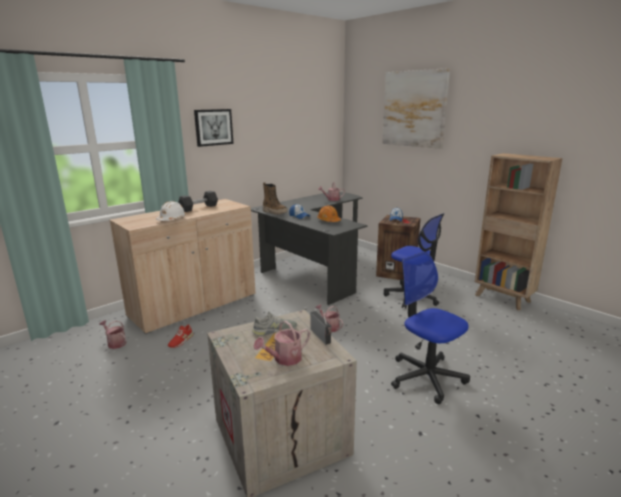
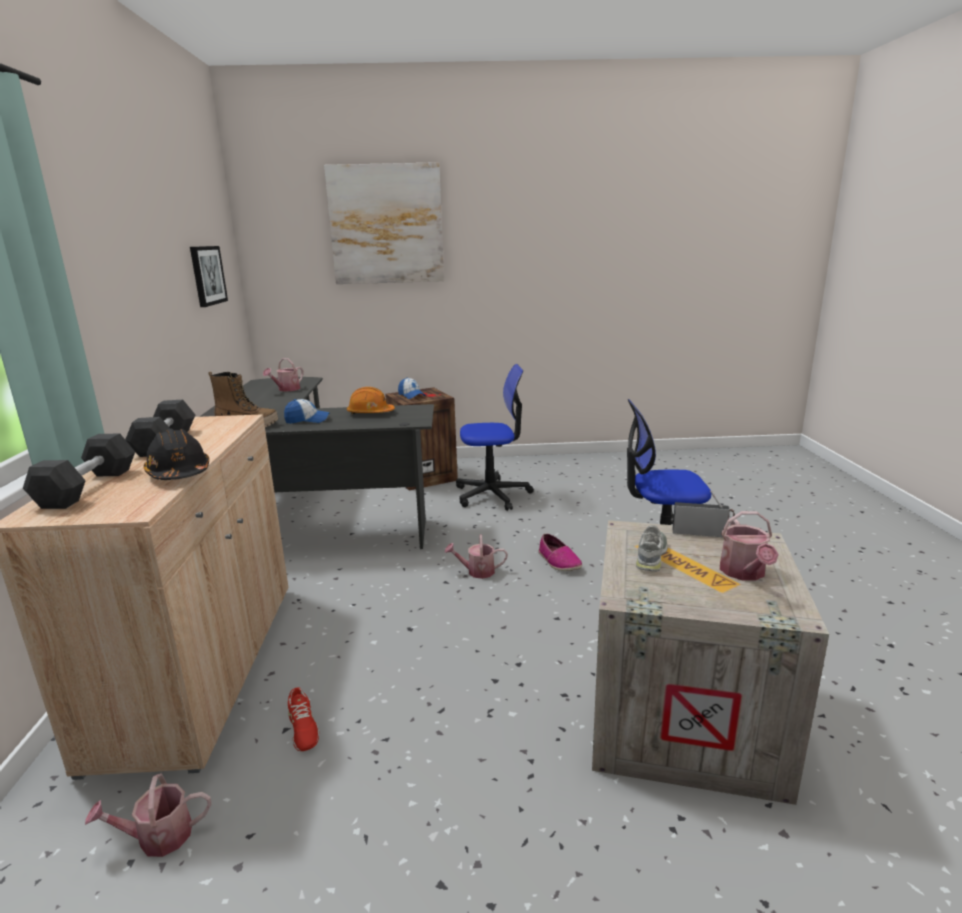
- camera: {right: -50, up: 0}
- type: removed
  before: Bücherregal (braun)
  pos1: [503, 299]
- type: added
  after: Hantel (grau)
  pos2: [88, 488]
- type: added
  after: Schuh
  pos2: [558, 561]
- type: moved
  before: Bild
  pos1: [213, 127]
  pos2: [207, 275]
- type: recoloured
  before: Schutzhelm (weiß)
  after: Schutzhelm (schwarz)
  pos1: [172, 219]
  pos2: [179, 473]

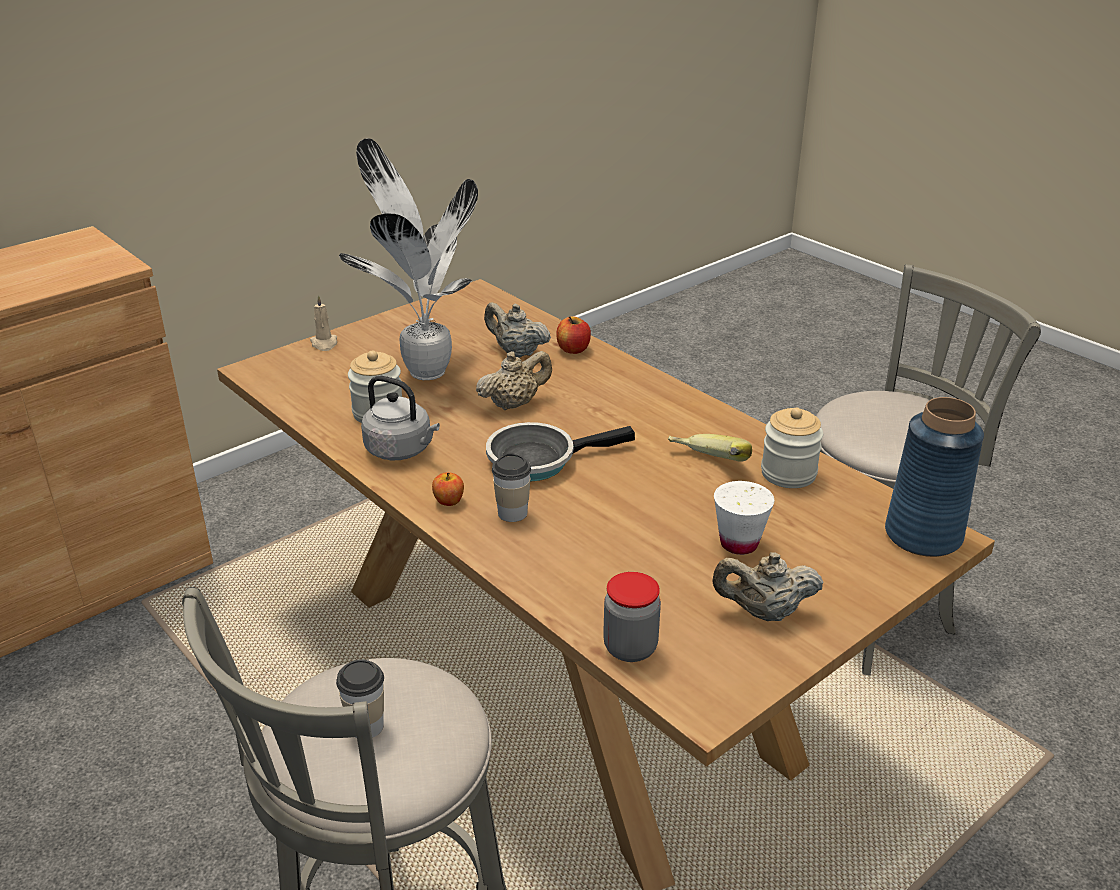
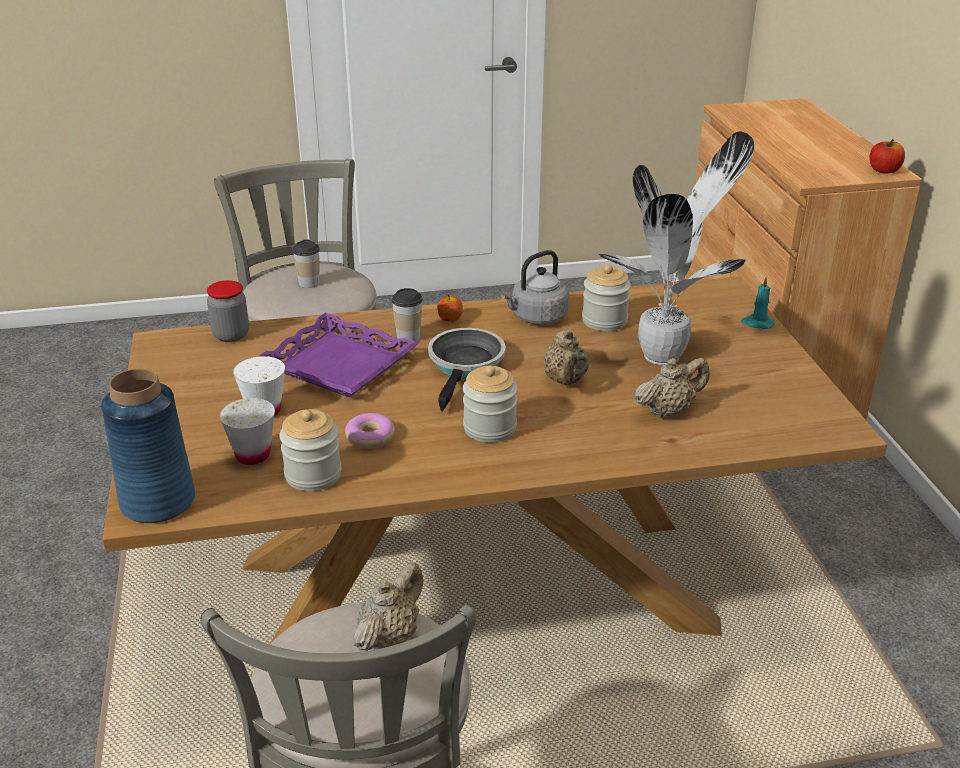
- camera: {right: 120, up: 0}
- type: added
  after: Tasse (weiß)
  pos2: [253, 455]
- type: added
  after: Tablett (lila)
  pos2: [339, 364]
- type: added
  after: Vorratsglas
  pos2: [489, 428]
- type: moved
  before: Apfel
  pos1: [573, 349]
  pos2: [884, 170]
- type: moved
  before: Teekanne (beige)
  pos1: [764, 612]
  pos2: [390, 637]
- type: replaced
  before: Banane
  after: Donut
  pos1: [706, 467]
  pos2: [370, 437]
- type: recoloured
  before: Kerze (beige)
  after: Kerze (türkis)
  pos1: [324, 344]
  pos2: [757, 323]

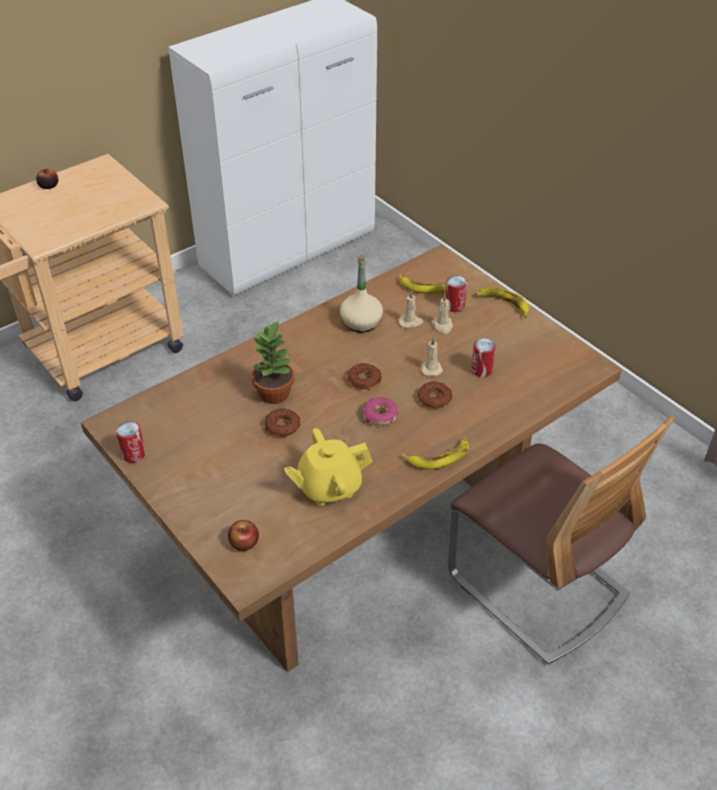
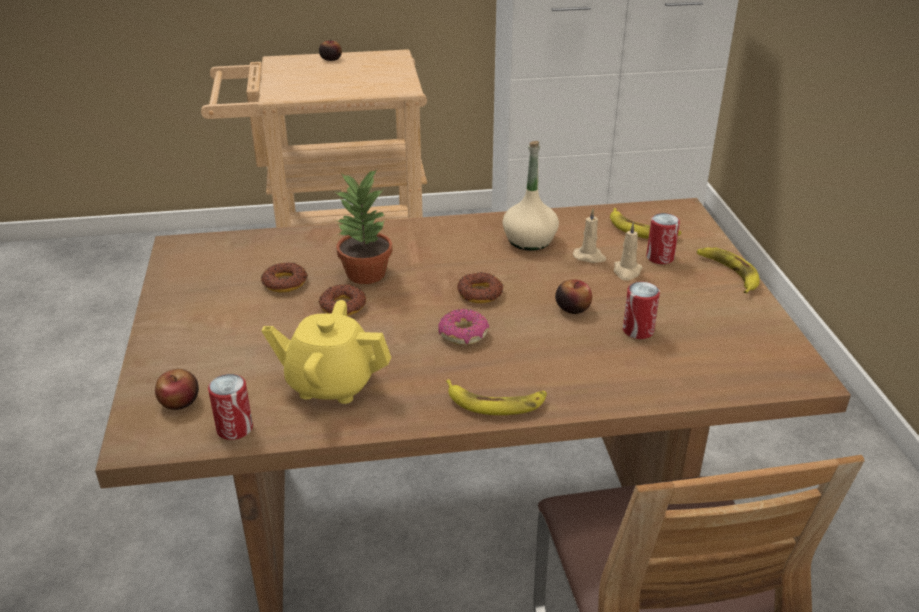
- camera: {right: 30, up: -10}
- type: moved
  before: Dose
  pos1: [133, 454]
  pos2: [234, 428]
- type: moved
  before: Donut
  pos1: [434, 398]
  pos2: [285, 282]
- type: replaced
  before: Kerze (beige)
  after: Apfel
  pos1: [431, 368]
  pos2: [572, 308]

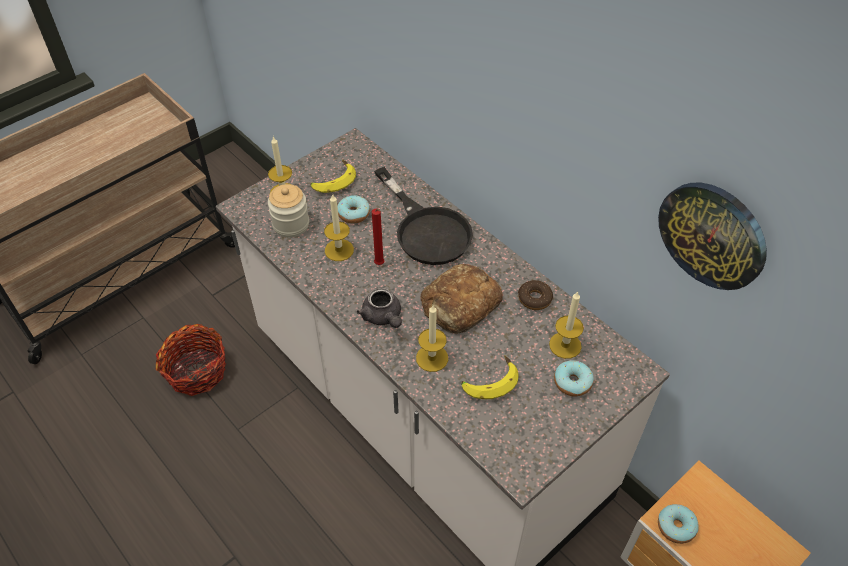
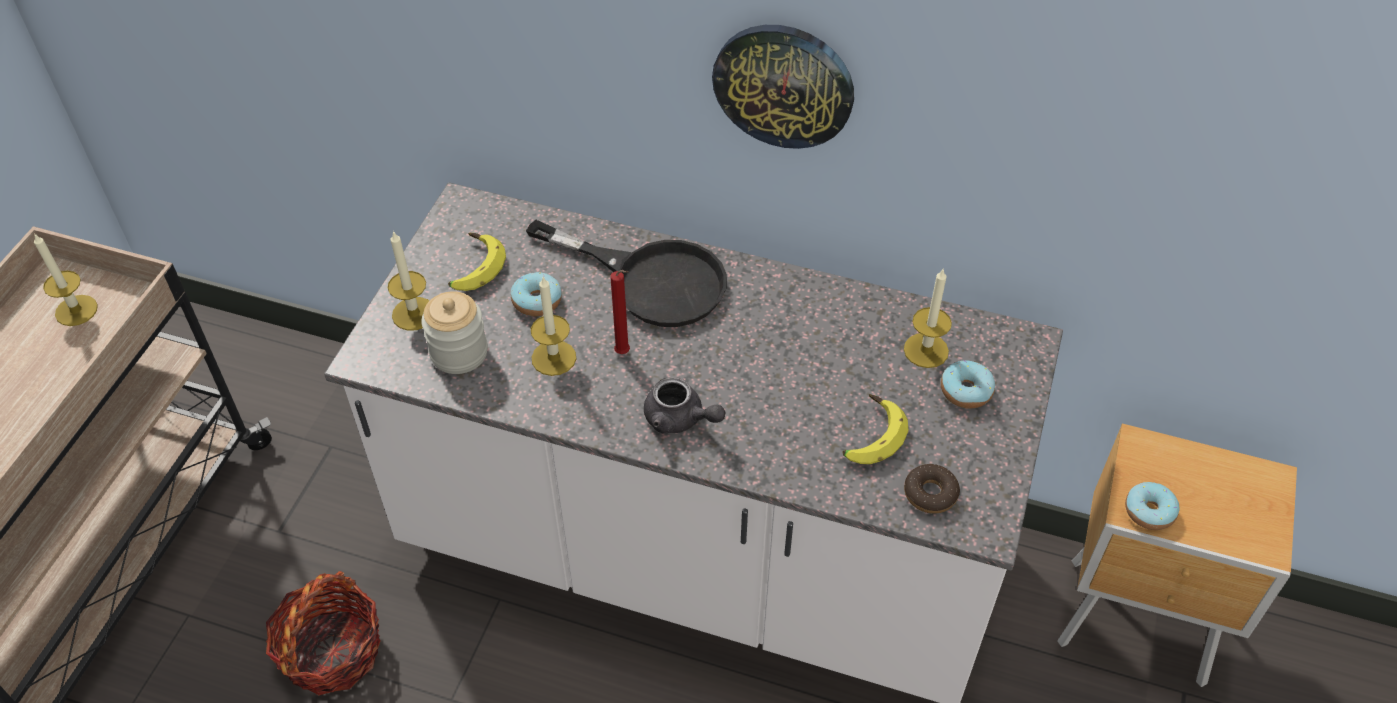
- camera: {right: -30, up: 0}
- type: removed
  before: Brot
  pos1: [460, 304]
- type: moved
  before: Kerze
  pos1: [432, 358]
  pos2: [76, 310]
- type: moved
  before: Donut
  pos1: [534, 298]
  pos2: [930, 493]
- type: moved
  before: Wanduhr
  pos1: [712, 235]
  pos2: [784, 85]

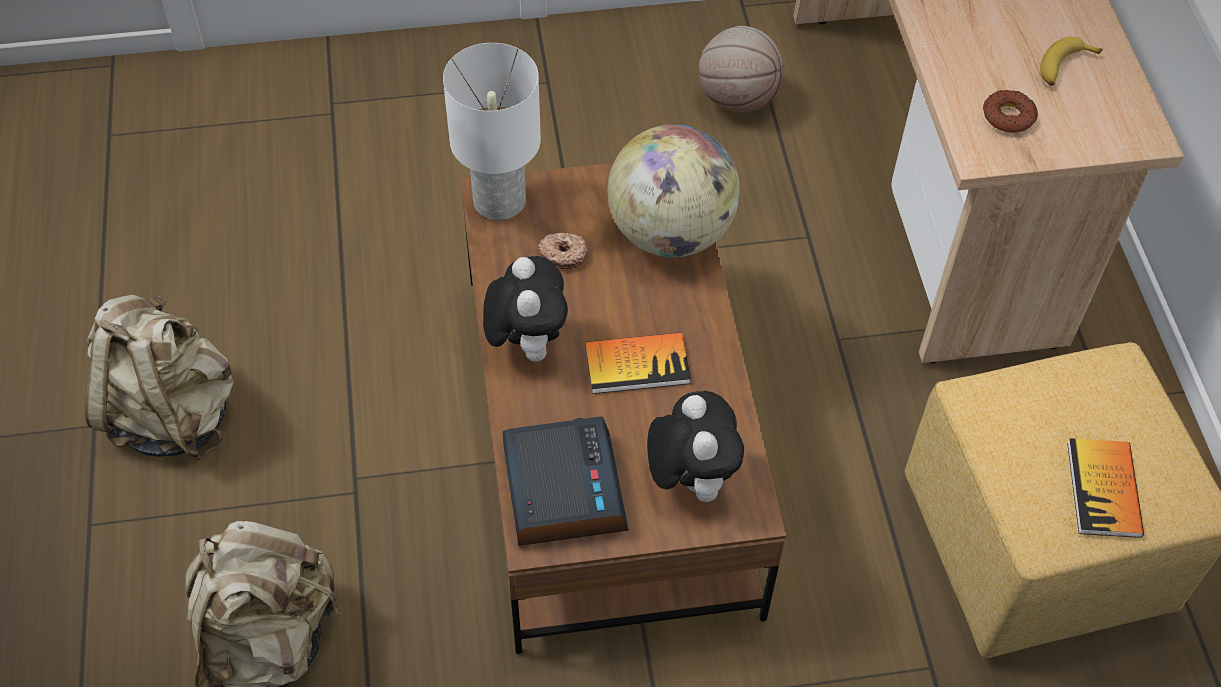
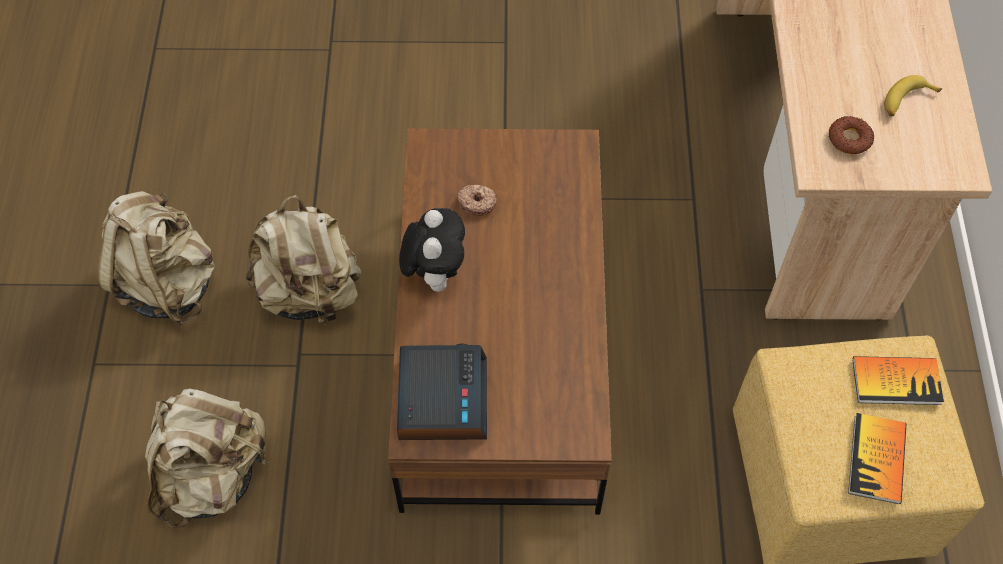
- camera: {right: 10, up: 5}
- type: removed
  before: Tischlampe (weiß)
  pos1: [499, 202]
- type: removed
  before: Globus
  pos1: [671, 233]
- type: removed
  before: Plüschtier
  pos1: [690, 479]
- type: removed
  before: Basketball
  pos1: [737, 99]
- type: added
  after: Rucksack (beige)
  pos2: [310, 292]
- type: moved
  before: Buch
  pos1: [637, 364]
  pos2: [896, 381]

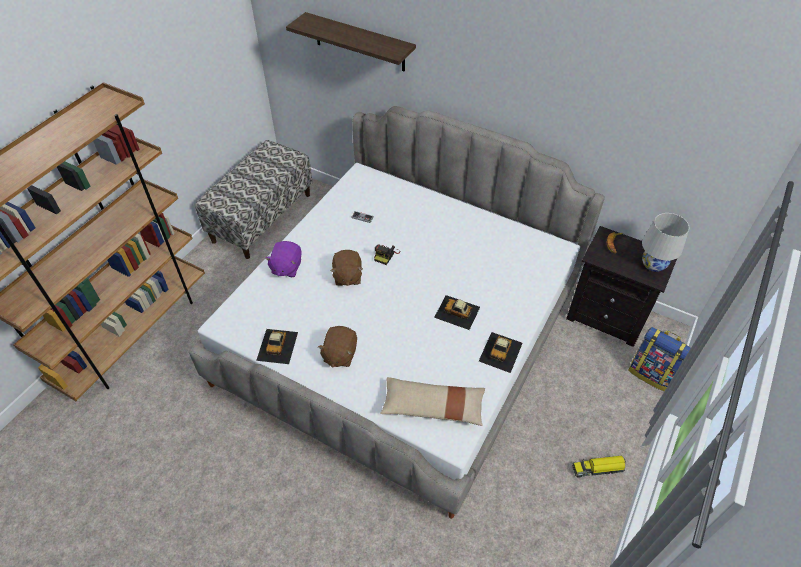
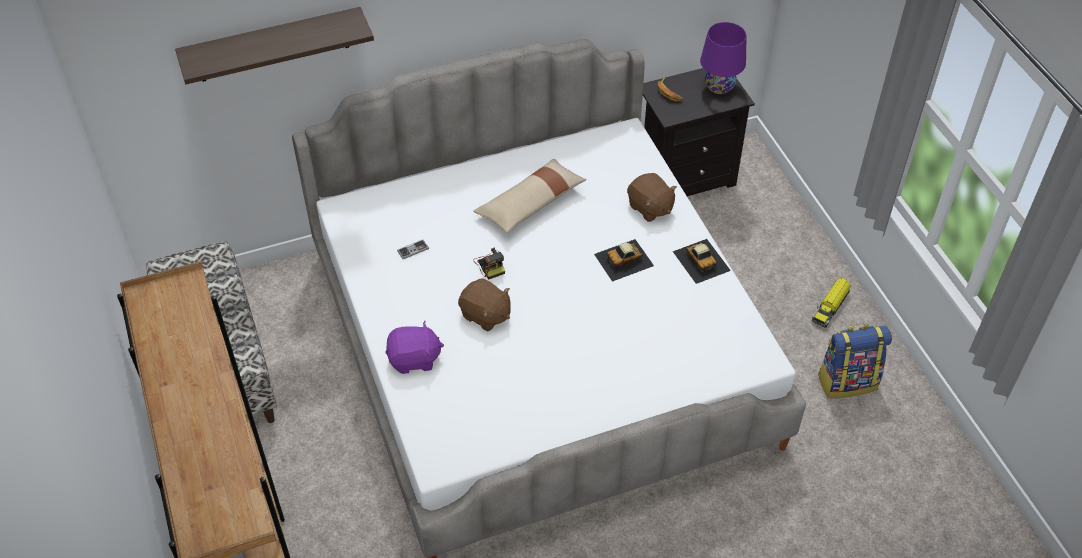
- camera: {right: -50, up: 0}
- type: removed
  before: Spielzeugauto
  pos1: [277, 346]
- type: moved
  before: Plüschtier (braun)
  pos1: [339, 354]
  pos2: [650, 208]
- type: moved
  before: Kissen (beige)
  pos1: [433, 406]
  pos2: [530, 204]
- type: moved
  before: Rucksack
  pos1: [651, 373]
  pos2: [847, 381]
- type: recoloured
  before: Tischlampe (weiß)
  after: Tischlampe (lila)
  pos1: [653, 264]
  pos2: [719, 86]
- type: turned
  before: Plüschtier (lila)
  pos1: [286, 267]
  pos2: [414, 359]
  turn: -60

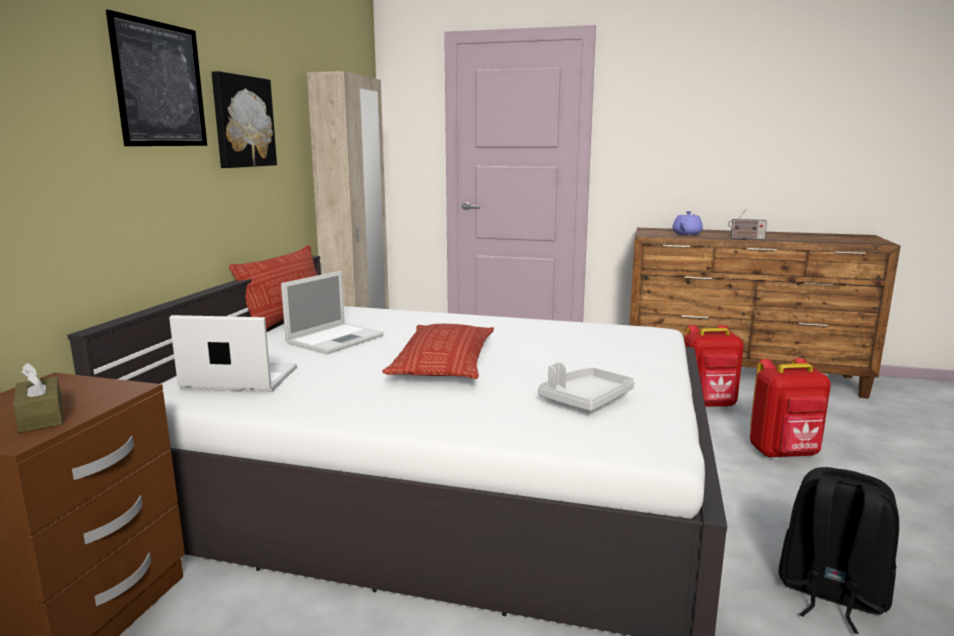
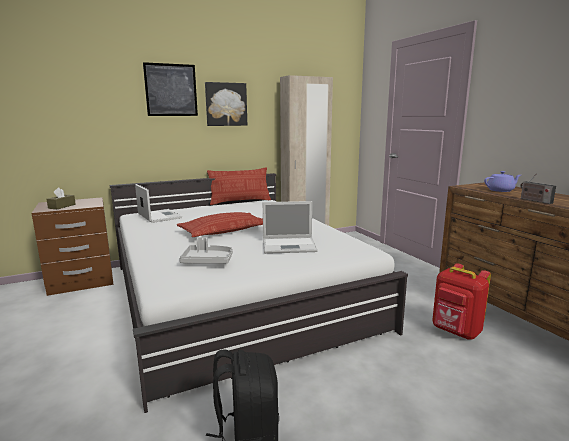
- camera: {right: 50, up: 0}
- type: removed
  before: Rucksack (rot)
  pos1: [784, 453]
- type: moved
  before: Laptop
  pos1: [336, 339]
  pos2: [290, 245]

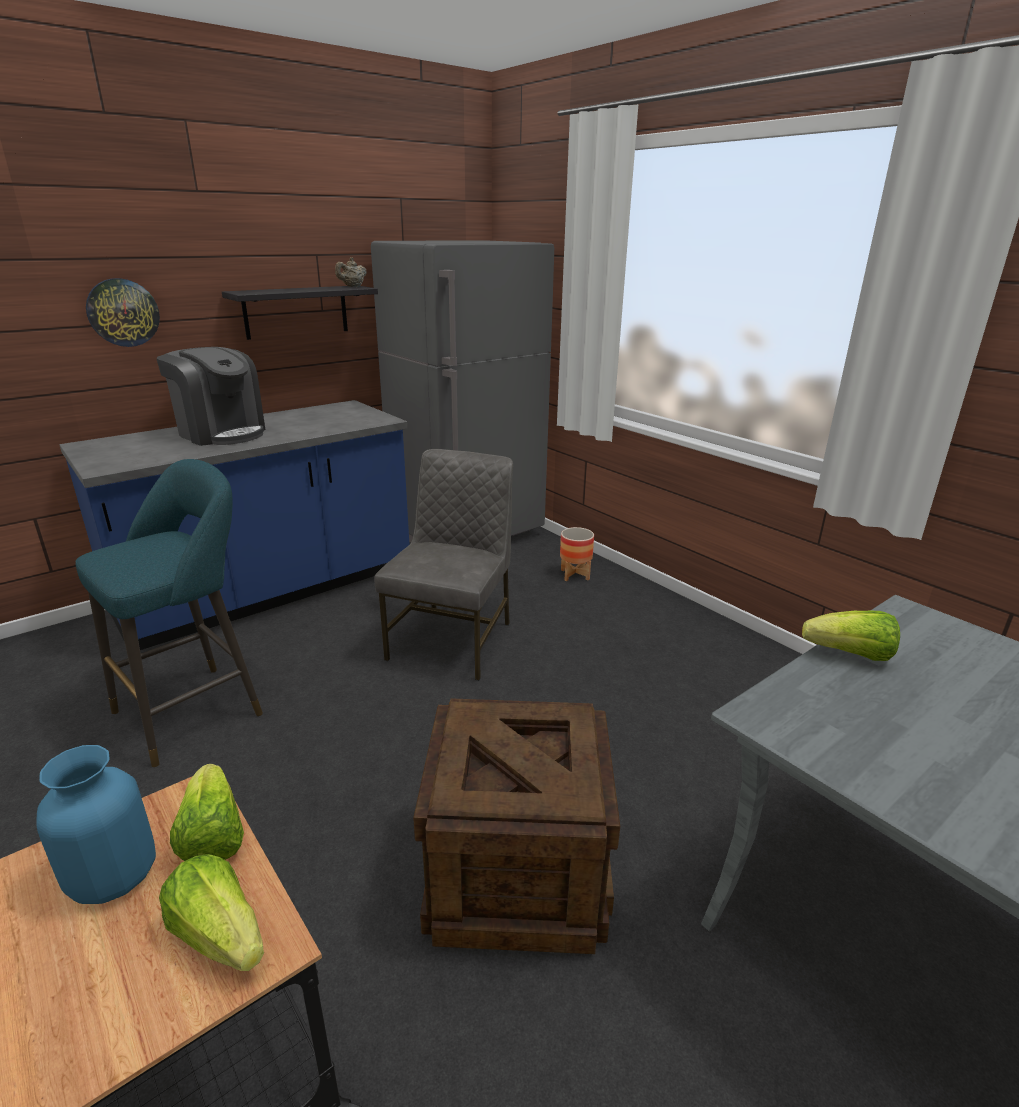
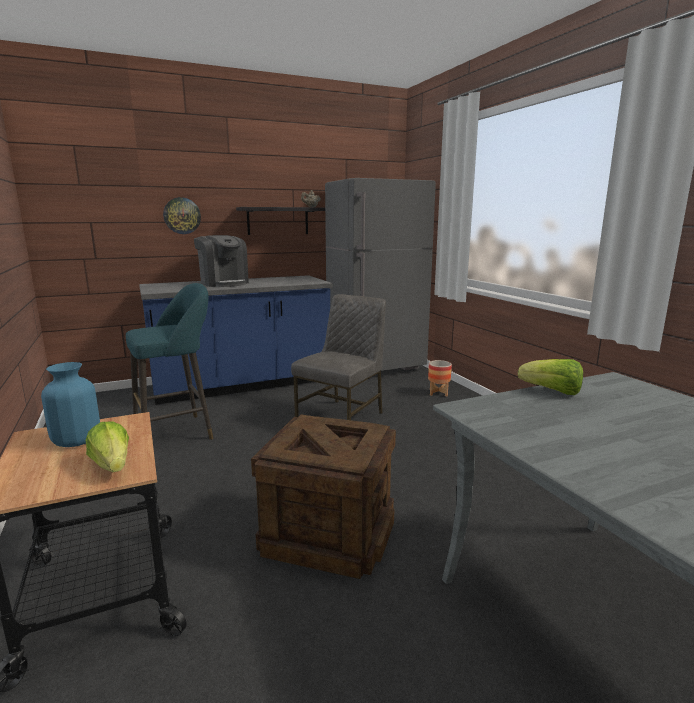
- camera: {right: 15, up: -10}
- type: removed
  before: Salatkopf
  pos1: [213, 836]

